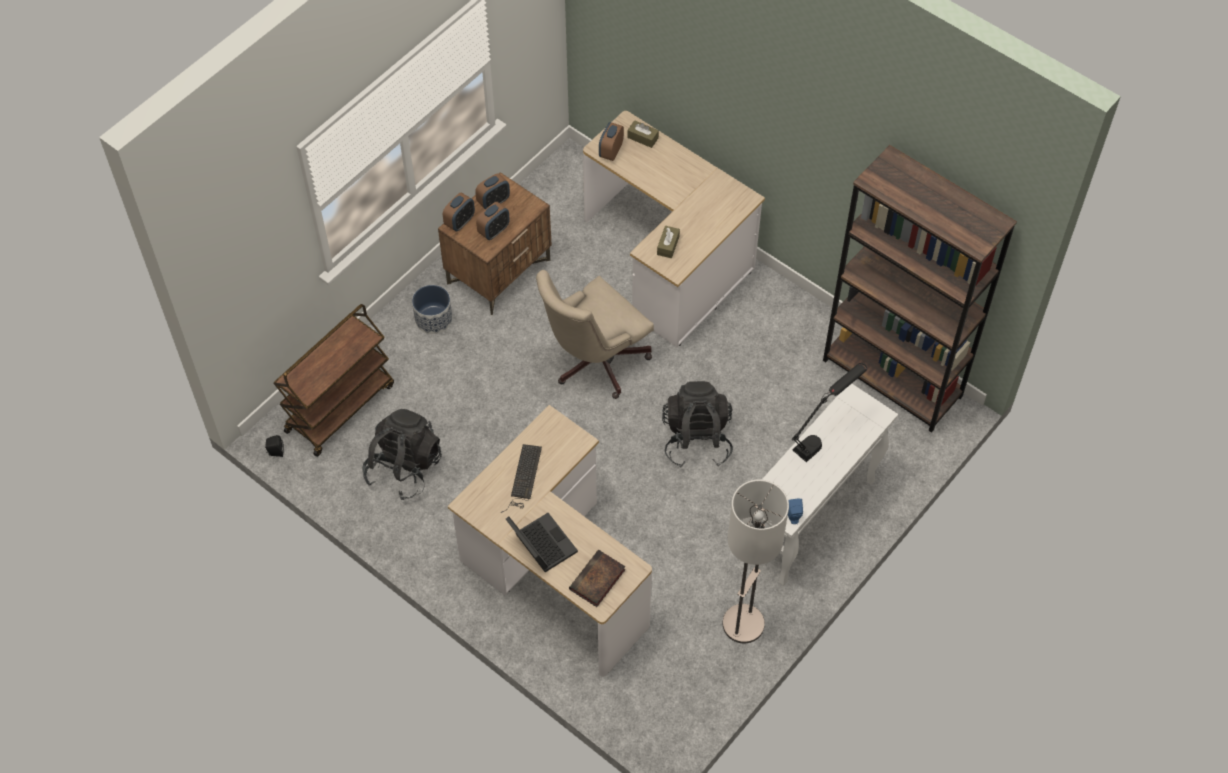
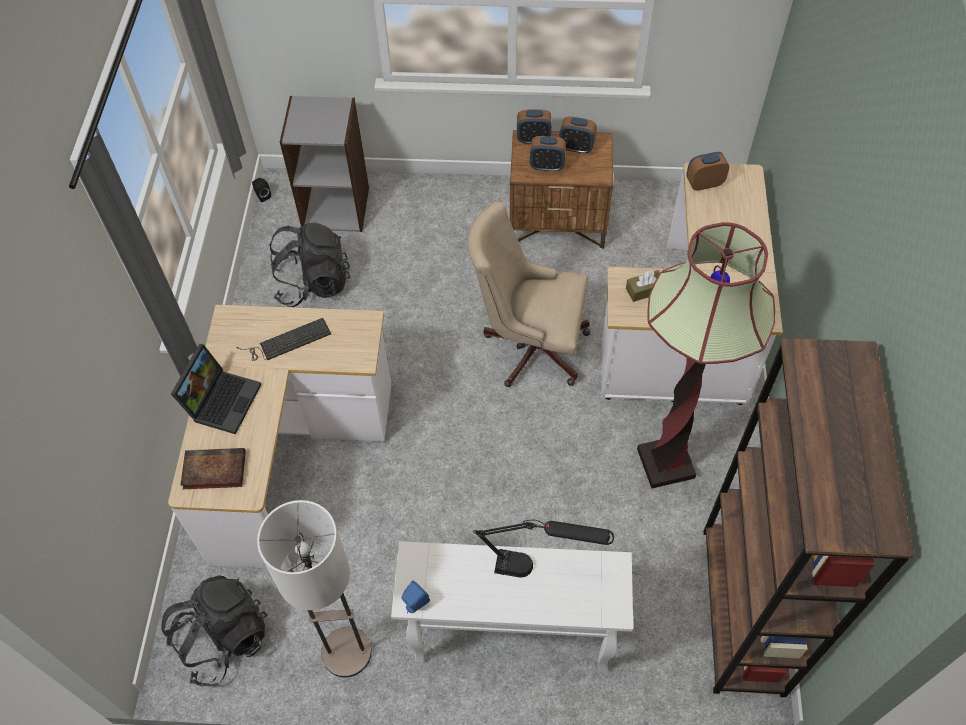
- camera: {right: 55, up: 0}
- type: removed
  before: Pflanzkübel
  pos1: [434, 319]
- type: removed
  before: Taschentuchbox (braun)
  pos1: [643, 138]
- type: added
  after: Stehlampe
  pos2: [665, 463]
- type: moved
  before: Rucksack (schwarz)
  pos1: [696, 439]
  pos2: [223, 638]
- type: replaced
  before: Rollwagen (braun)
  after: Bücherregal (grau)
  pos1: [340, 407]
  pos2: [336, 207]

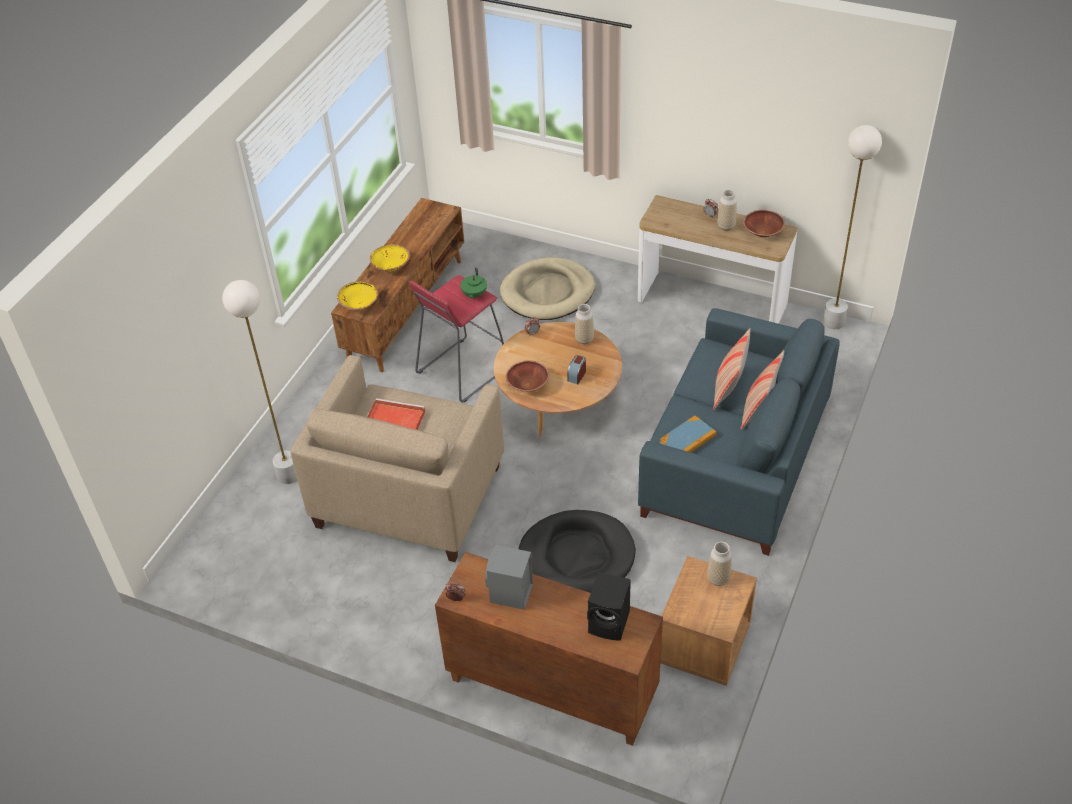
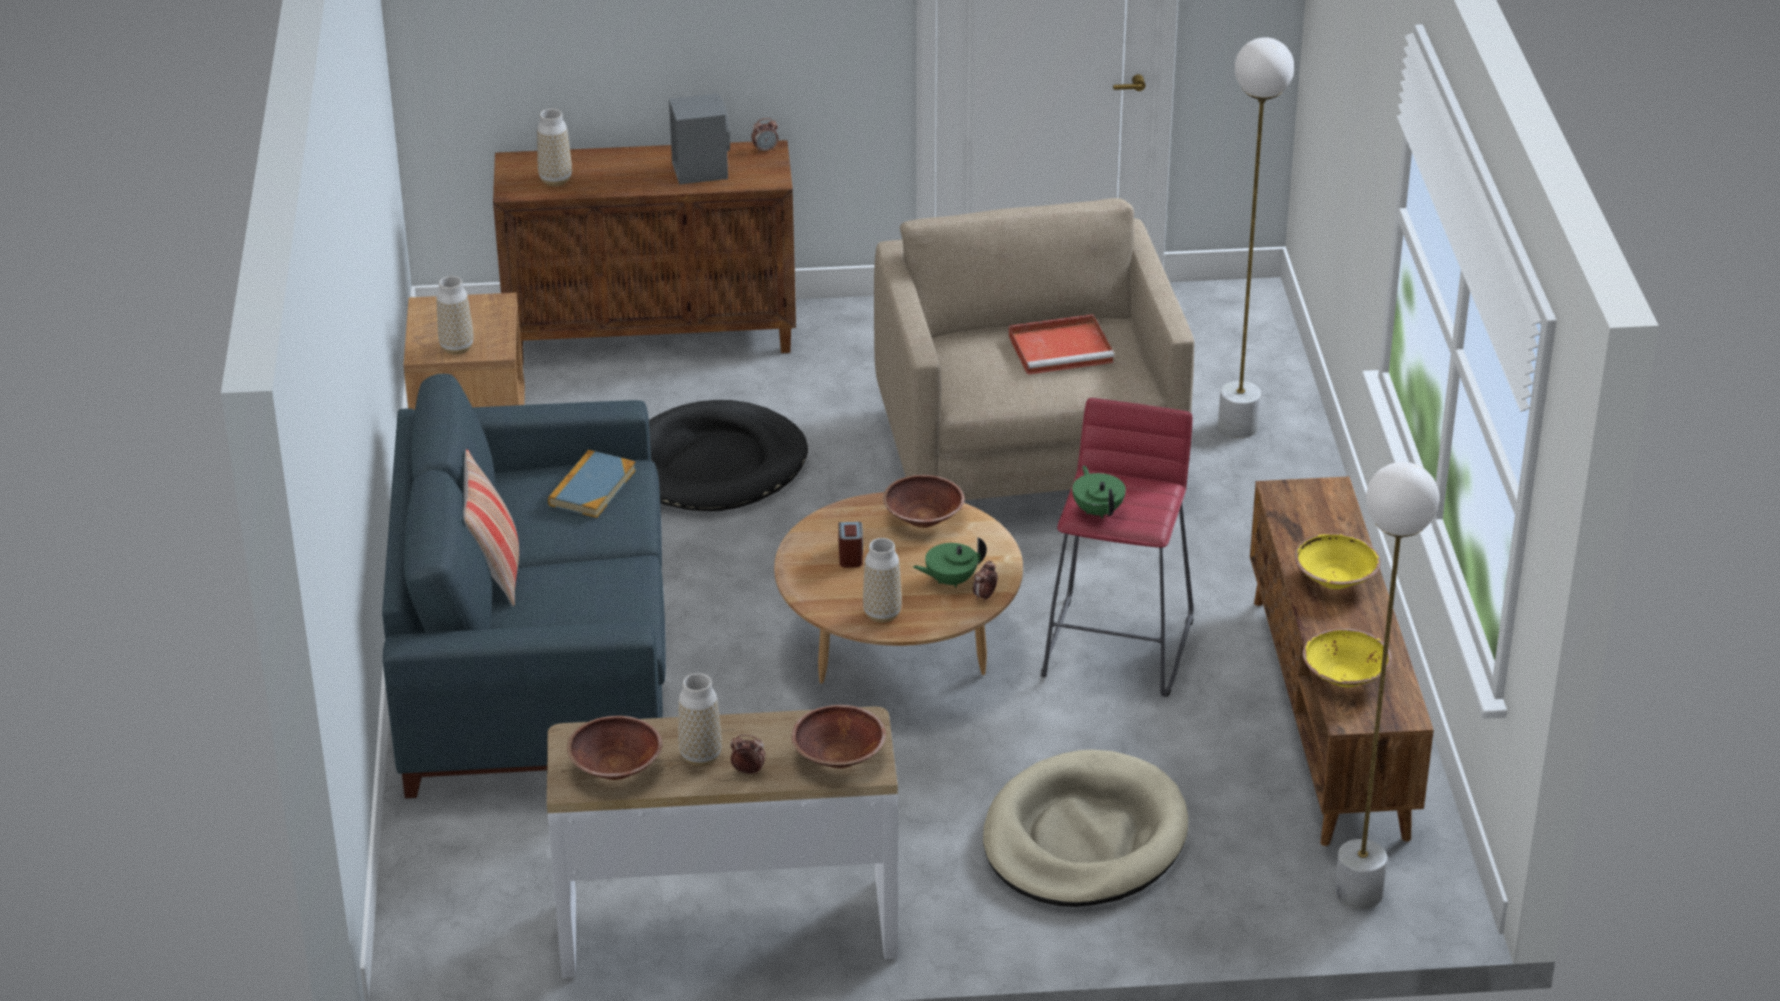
- camera: {right: 150, up: -10}
- type: removed
  before: Kissen
  pos1: [729, 389]
- type: added
  after: Schüssel (braun)
  pos2: [839, 756]
- type: added
  after: Teekanne (grün)
  pos2: [950, 580]
- type: moved
  before: Schüssel (gelb)
  pos1: [359, 304]
  pos2: [1345, 677]
- type: moved
  before: Stehlampe (weiß)
  pos1: [833, 322]
  pos2: [1358, 892]
- type: replaced
  before: Lautsprecher (schwarz)
  after: Vase
  pos1: [610, 623]
  pos2: [555, 180]

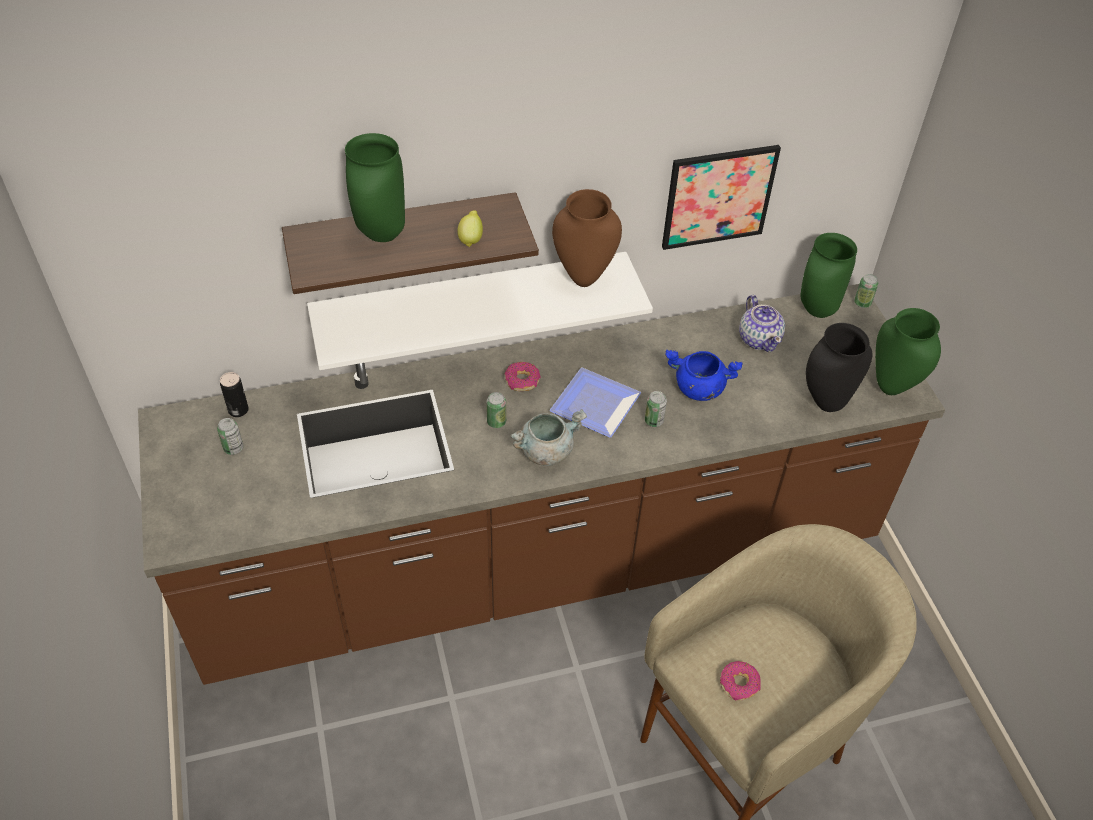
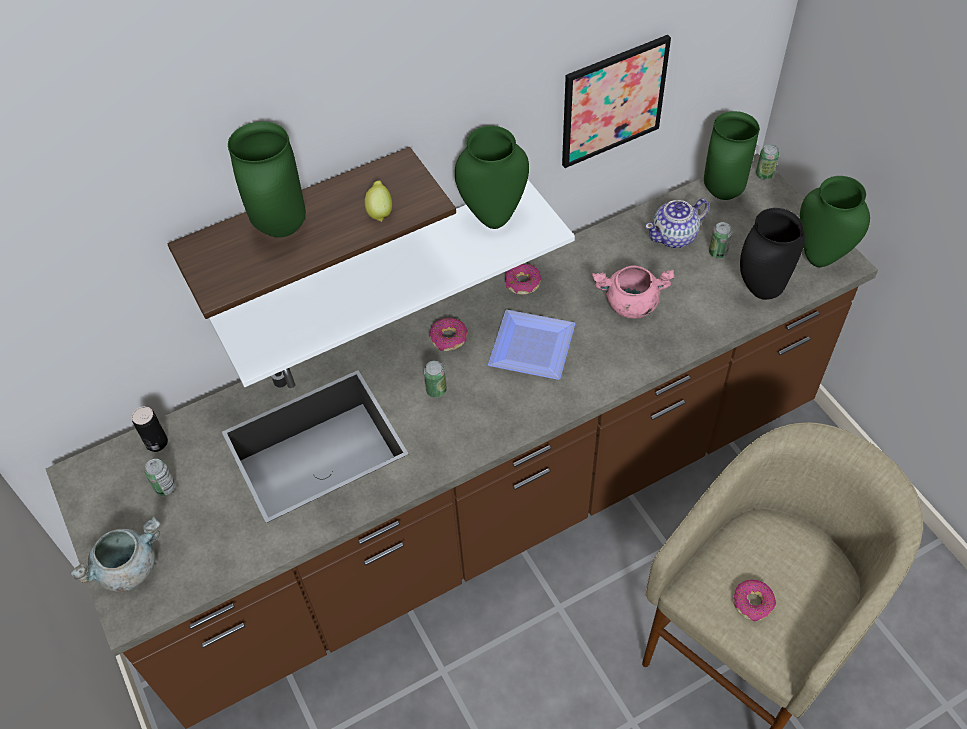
- camera: {right: -10, up: 5}
- type: added
  after: Donut
  pos2: [522, 283]
- type: moved
  before: Kochtopf (grau)
  pos1: [546, 450]
  pos2: [128, 567]
- type: moved
  before: Dose
  pos1: [654, 421]
  pos2: [718, 252]
- type: recoloured
  before: Vase (braun)
  after: Vase (grün)
  pos1: [583, 279]
  pos2: [493, 220]
- type: recoloured
  before: Kochtopf (blau)
  after: Kochtopf (rosa)
  pos1: [698, 388]
  pos2: [630, 304]
- type: turned
  before: Teekanne
  pos1: [759, 339]
  pos2: [675, 236]
  turn: 90

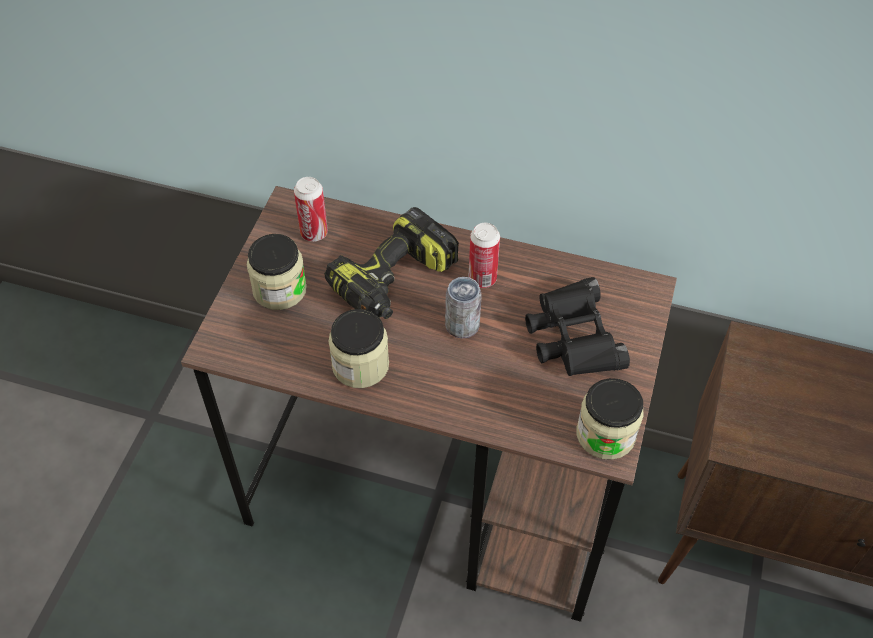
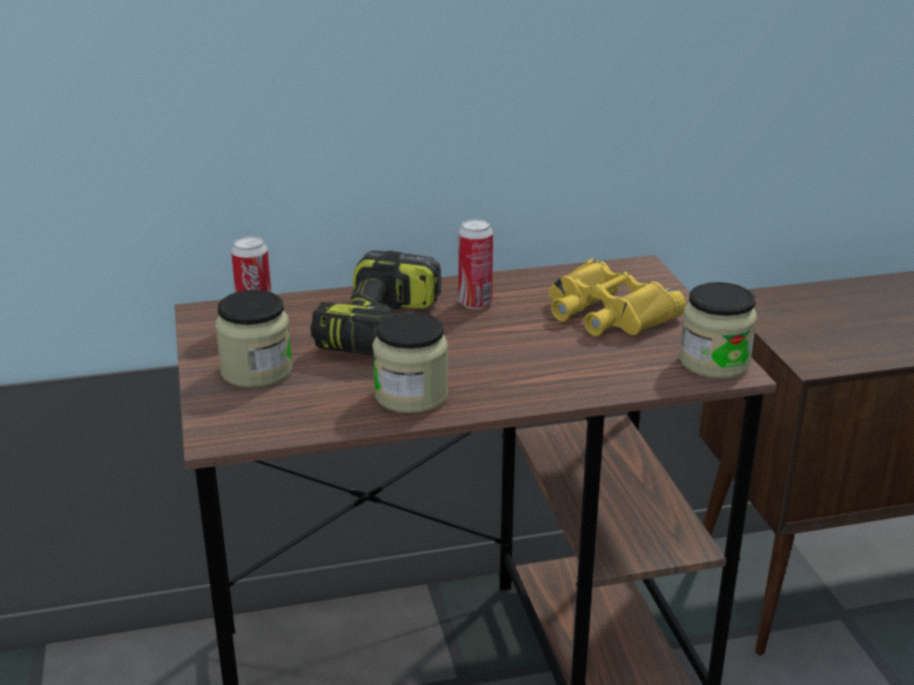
- camera: {right: -30, up: -25}
- type: removed
  before: Dose
  pos1: [462, 325]
- type: recoloured
  before: Fernglas (schwarz)
  after: Fernglas (gelb)
  pos1: [572, 336]
  pos2: [606, 313]

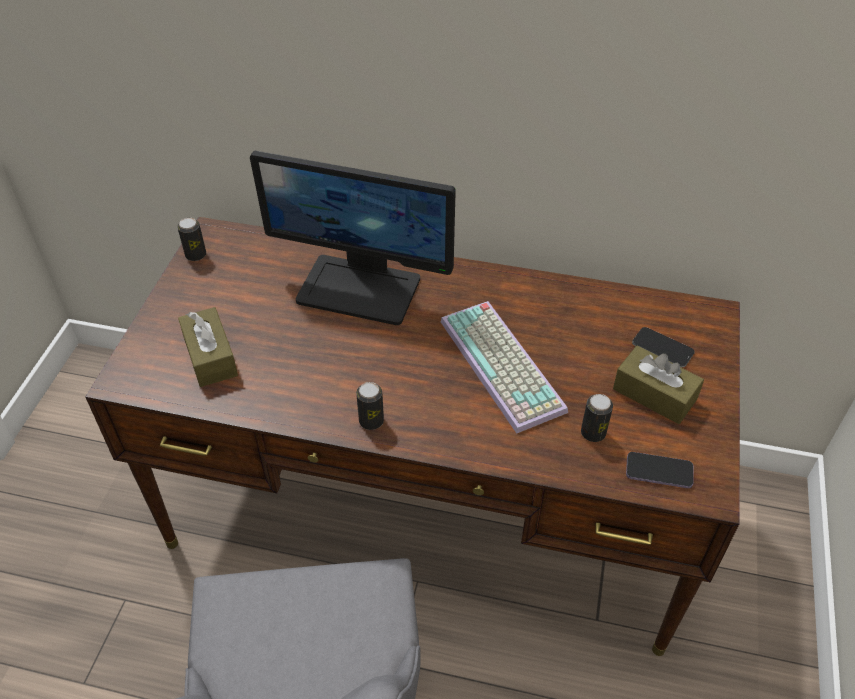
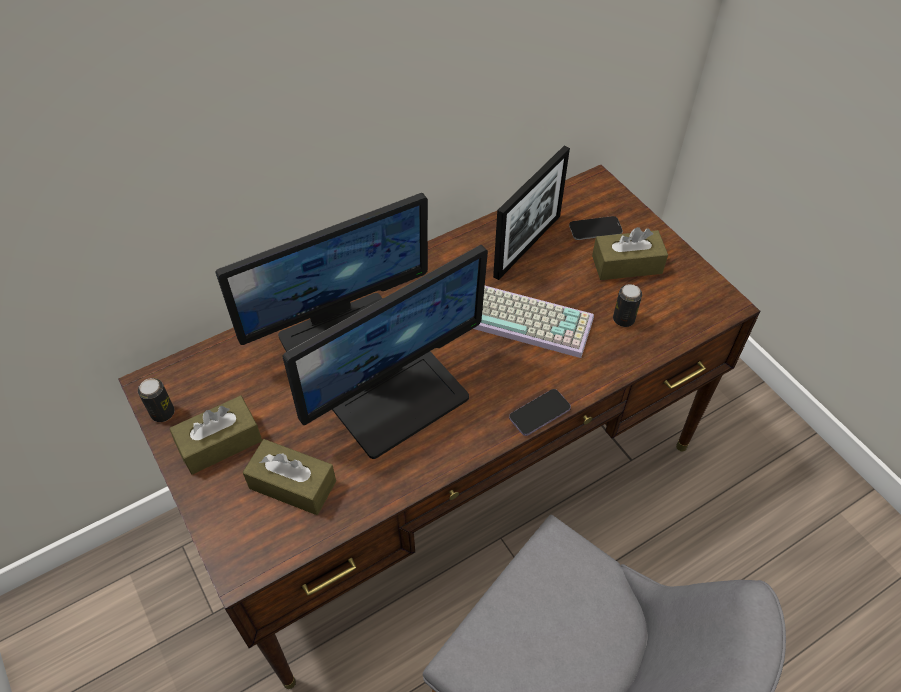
- camera: {right: -45, up: 5}
- type: removed
  before: Dose
  pos1: [371, 421]
- type: added
  after: Taschentuchbox (braun)
  pos2: [220, 443]
- type: added
  after: Monitor
  pos2: [399, 399]
- type: added
  after: Bilderrahmen
  pos2: [527, 246]
- type: moved
  before: Handy
  pos1: [659, 471]
  pos2: [539, 413]

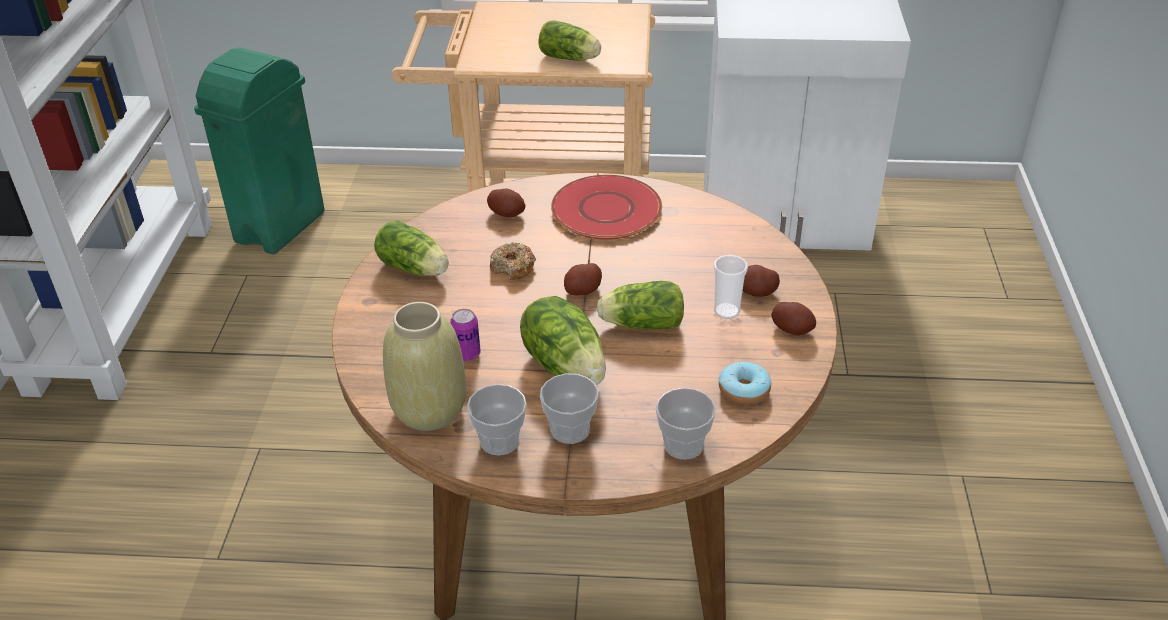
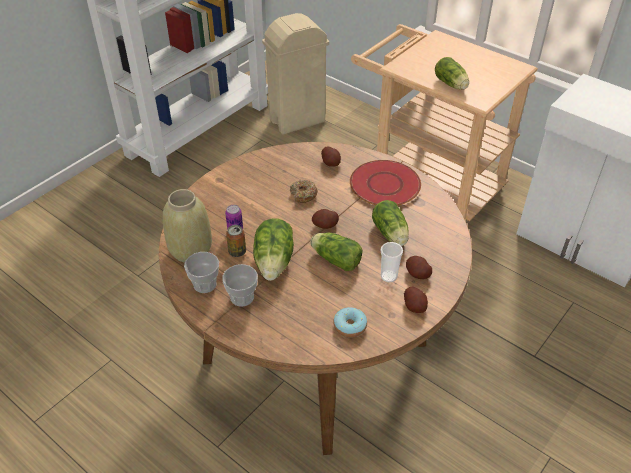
- camera: {right: 35, up: 5}
- type: removed
  before: Tasse
  pos1: [683, 445]
- type: added
  after: Dose
  pos2: [237, 252]
- type: moved
  before: Salatkopf
  pos1: [415, 269]
  pos2: [391, 234]
- type: recoloured
  before: Mülleimer (grün)
  after: Mülleimer (beige)
  pos1: [279, 227]
  pos2: [296, 121]

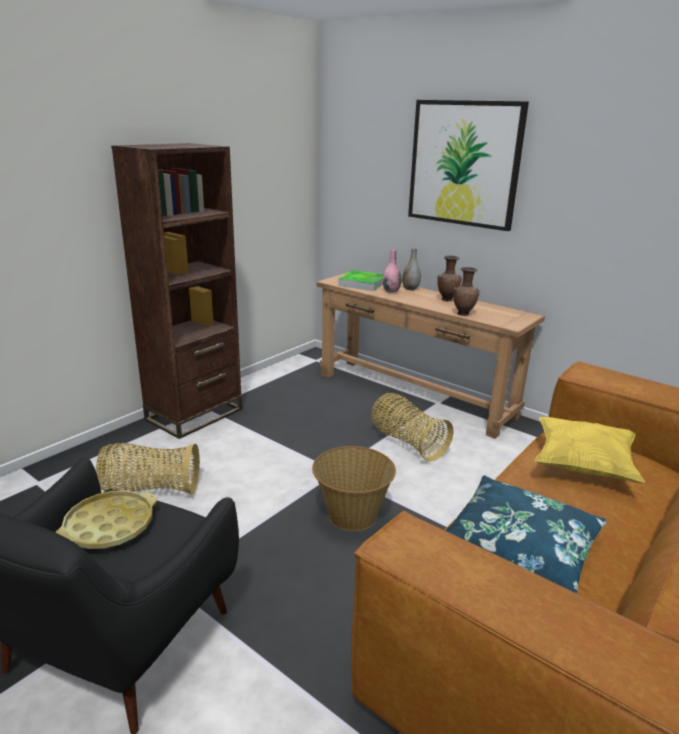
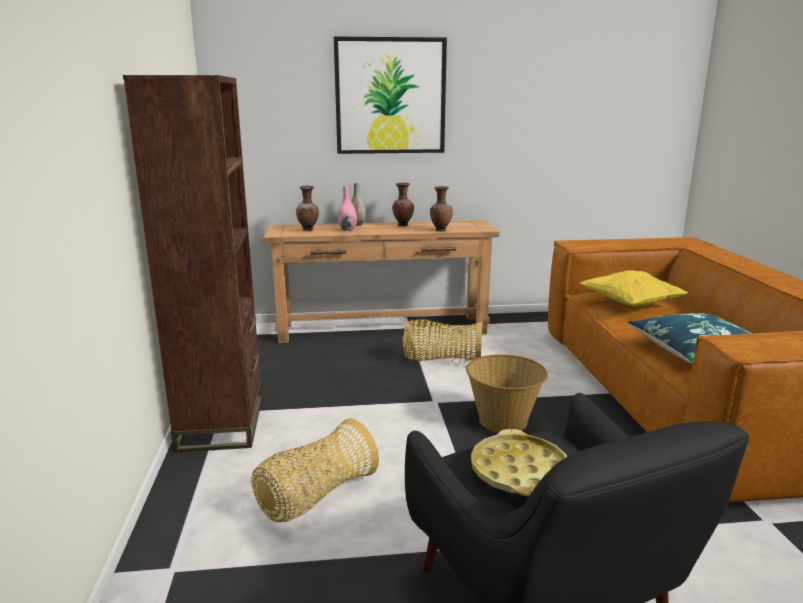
- camera: {right: -45, up: -5}
- type: replaced
  before: Tablett
  after: Vase (braun)
  pos1: [362, 283]
  pos2: [308, 230]

